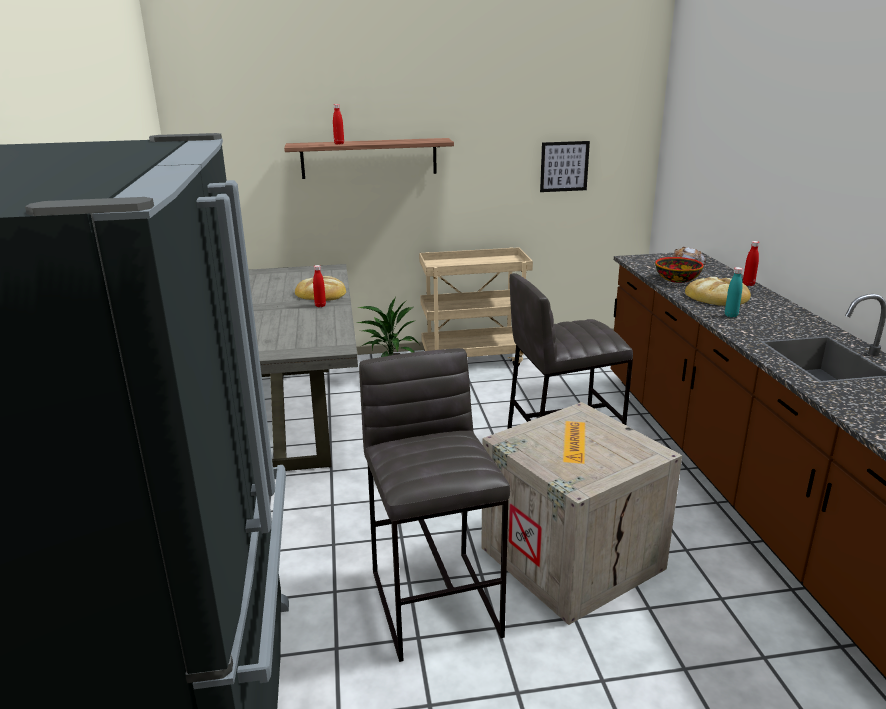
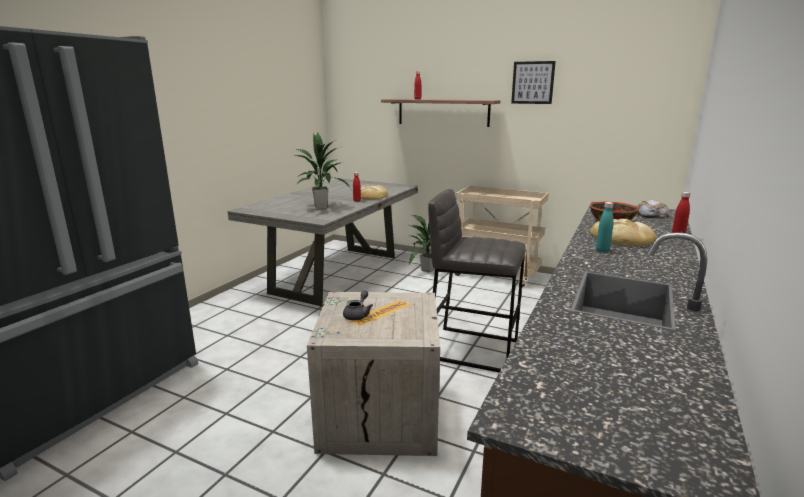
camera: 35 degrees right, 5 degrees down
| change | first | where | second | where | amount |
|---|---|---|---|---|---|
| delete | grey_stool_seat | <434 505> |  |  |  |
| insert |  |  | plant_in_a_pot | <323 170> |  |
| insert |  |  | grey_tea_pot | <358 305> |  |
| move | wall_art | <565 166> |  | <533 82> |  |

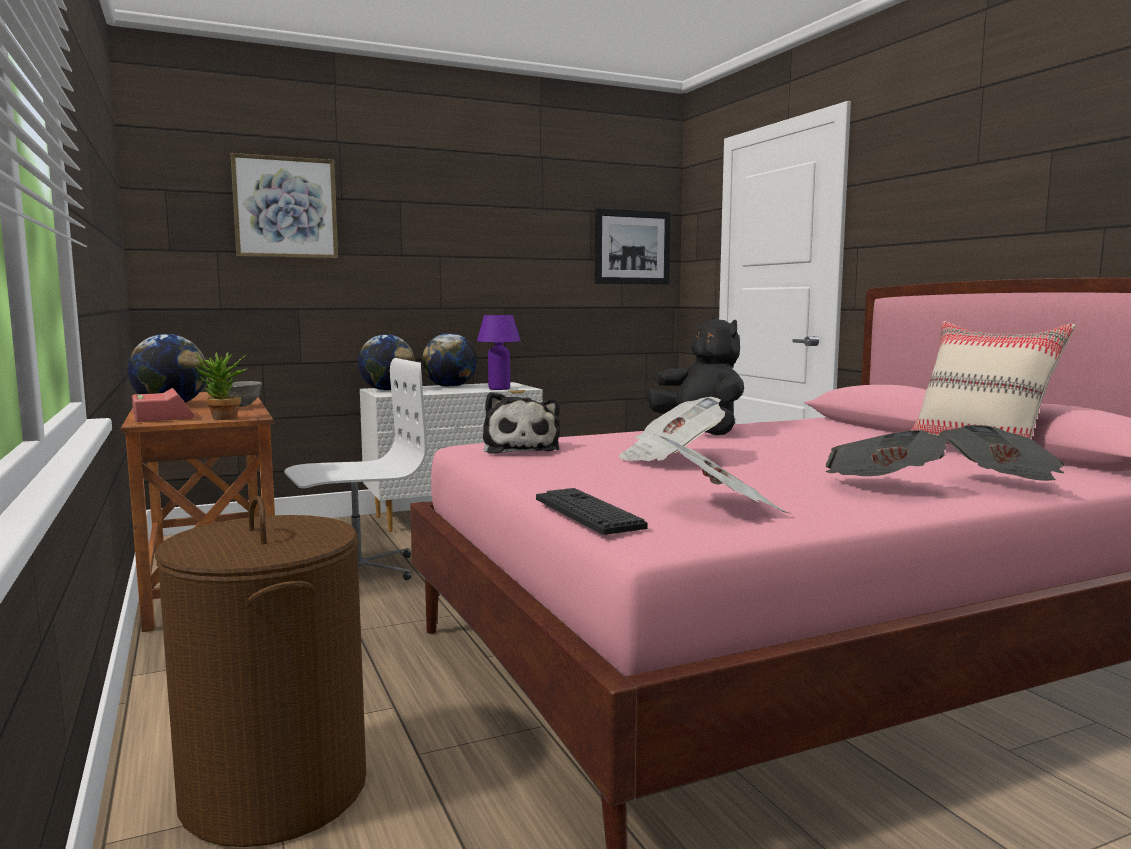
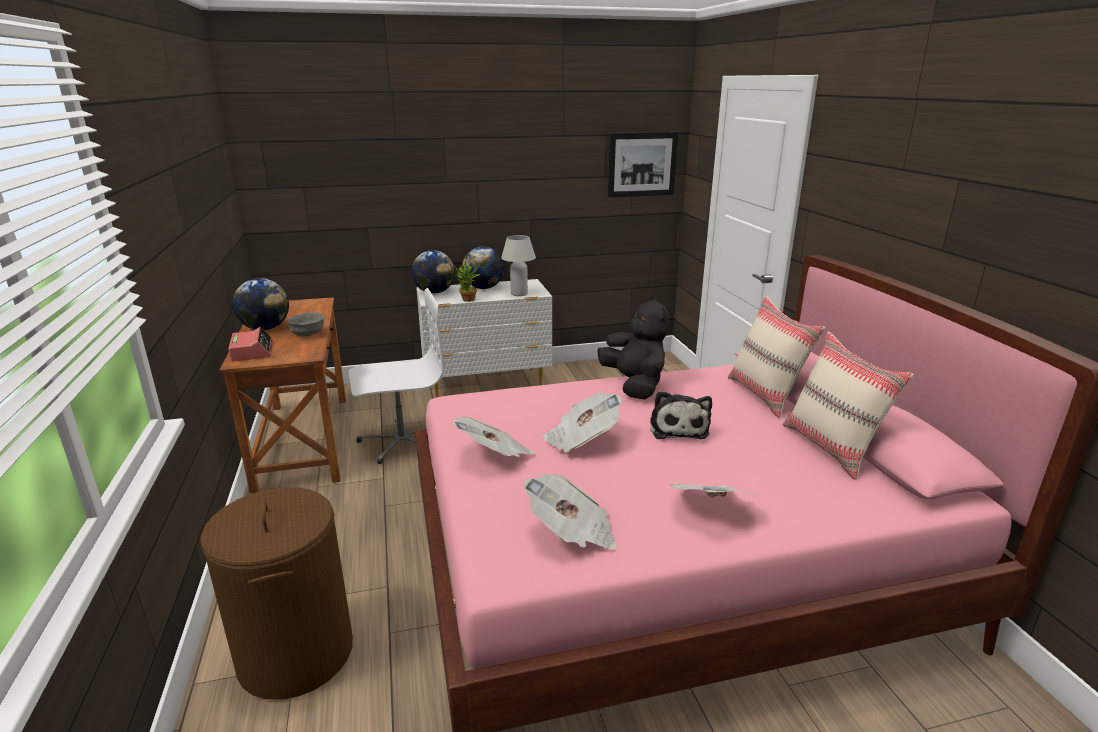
camera: 10 degrees right, 15 degrees up
| change | first | where | second | where | amount |
|---|---|---|---|---|---|
| delete | wall_art | <284 206> |  |  |  |
| delete | PC_keyboard | <591 511> |  |  |  |
| insert |  |  | sand-coloured_pillow | <776 357> |  |
| move | plant_in_a_pot | <221 386> |  | <467 282> |  |
| move | soft_toy | <521 423> |  | <681 415> |  |
| move | newspaper | <1002 453> |  | <493 437> |  |
| recolor | purple-coloured_lamp_for_a_table | <499 352> | white_lamp_for_a_table | <518 265> |  |

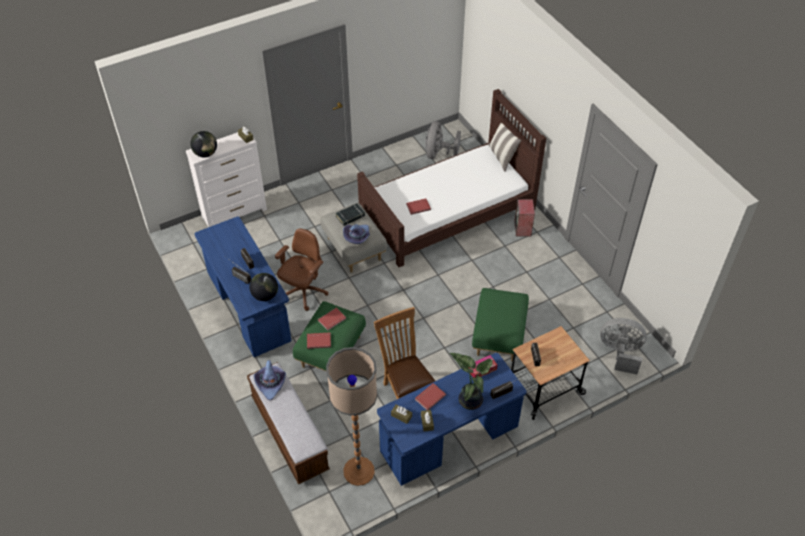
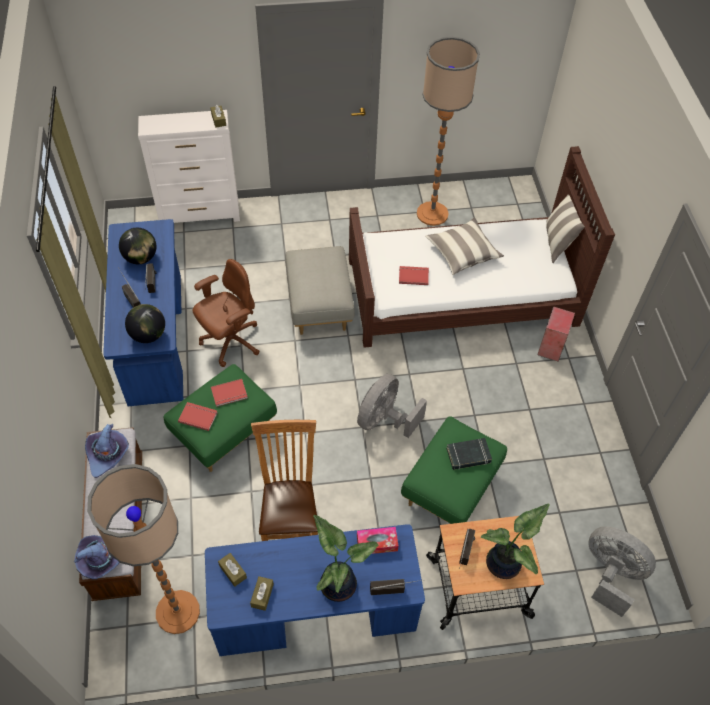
camera: 20 degrees right, 5 degrees up
| change | first | where | second | where | amount |
|---|---|---|---|---|---|
| delete | reddish_book | <430 396> |  |  |  |
| insert |  |  | standard_lamp | <448 131> |  |
| insert |  |  | pillow | <464 246> |  |
| insert |  |  | plant_in_a_pot | <515 541> |  |
| move | globe | <203 144> |  | <138 246> |  |
| move | black_book | <350 215> |  | <469 454> |  |
| move | purple-coloured_wearable_hat | <356 234> |  | <97 557> |  |
| move | grey_cooling_fan | <443 140> |  | <392 406> |  |

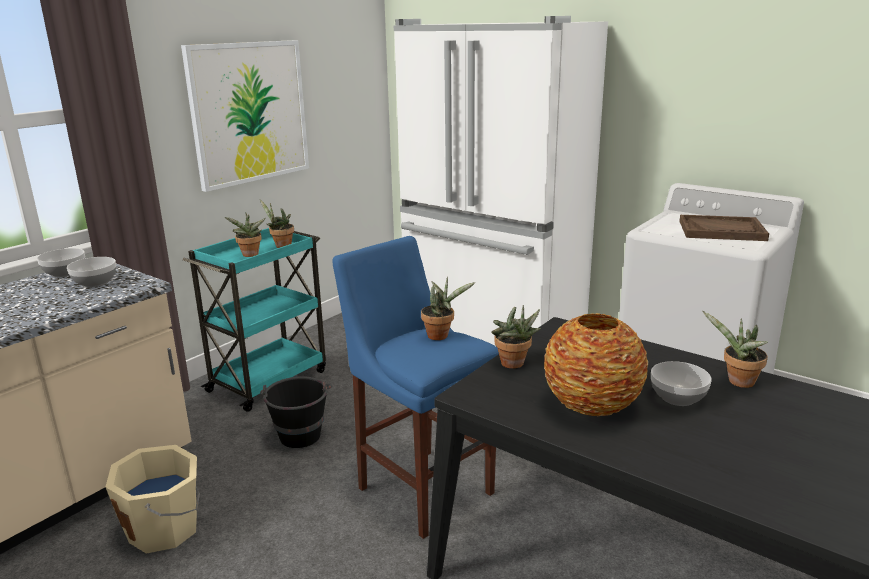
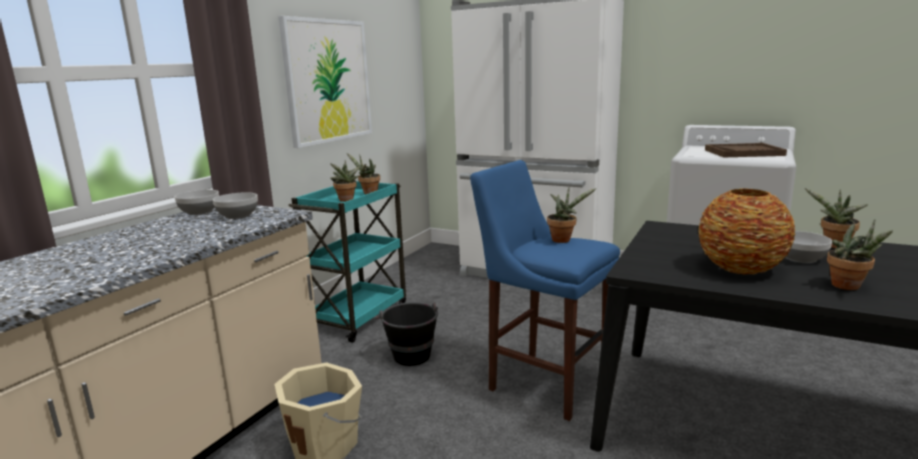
camera: 10 degrees left, 5 degrees down
| change | first | where | second | where | amount |
|---|---|---|---|---|---|
| move | plant_in_a_pot | <516 337> |  | <860 254> |  |

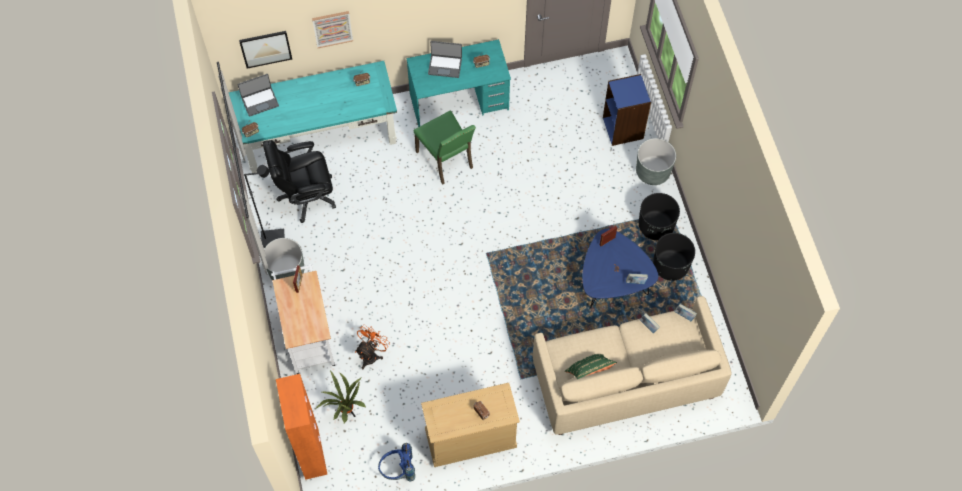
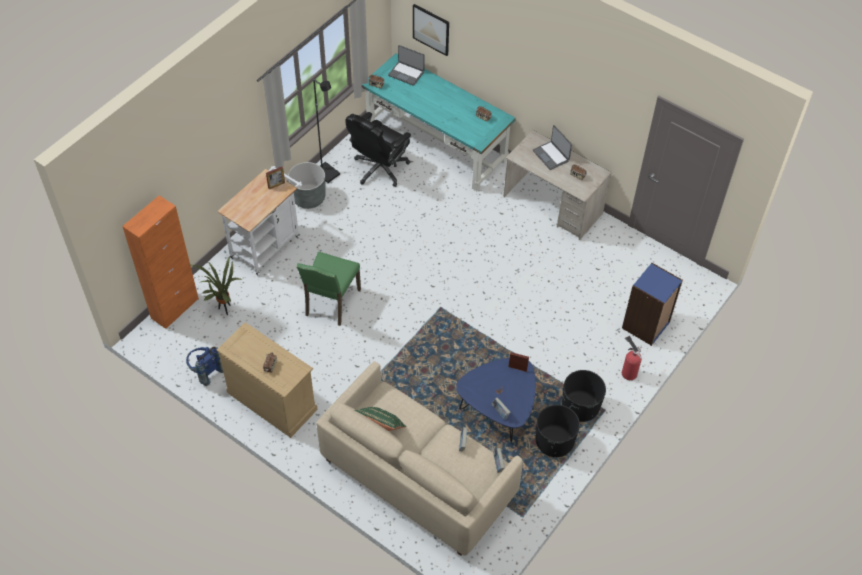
camera: 50 degrees right, 10 degrees down
| change | first | where | second | where | amount |
|---|---|---|---|---|---|
| delete | wall_art | <332 29> |  |  |  |
| delete | orange_cooling_fan | <372 347> |  |  |  |
| move | green-coloured_upright_chair | <445 147> |  | <328 289> |  |
| replace | grey_plant_pot | <656 161> | fire_extinguisher | <632 358> |  |
| recolor | turquoise-coloured_desk | <459 83> | sand-coloured_desk | <557 185> |  |
| rotate | black_desk_chair | <299 181> |  | <378 149> | 90 degrees counterclockwise |

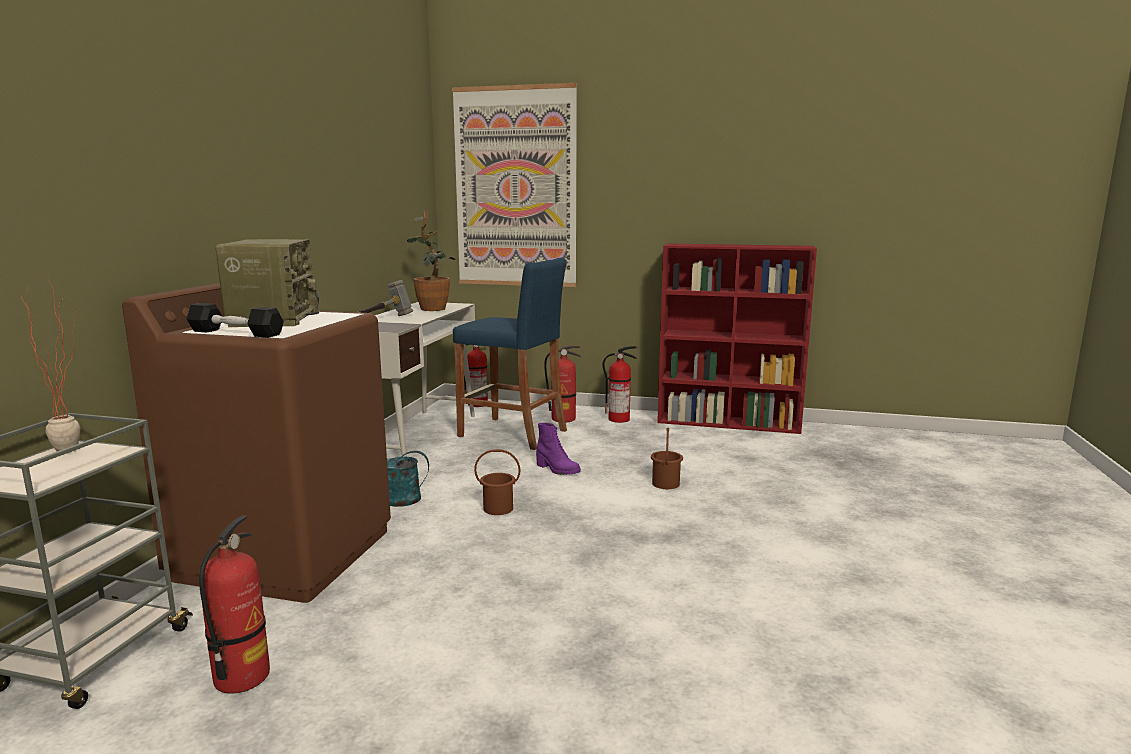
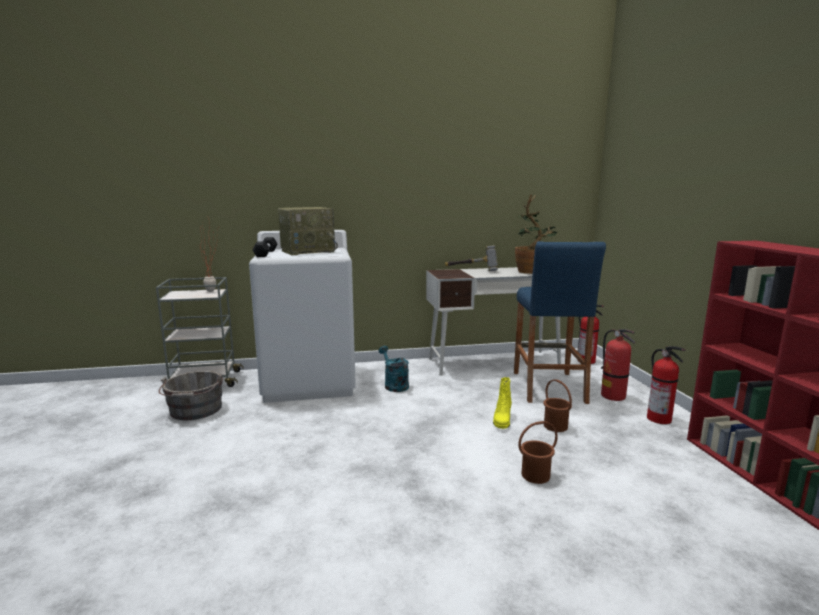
camera: 65 degrees right, 0 degrees up
| change | first | where | second | where | amount |
|---|---|---|---|---|---|
| delete | wall_art | <514 185> |  |  |  |
| move | brown_pail | <497 482> |  | <557 405> |  |
| replace | fire_extinguisher | <234 604> | grey_pail | <191 395> |  |
| recolor | brown_laundry_appliance | <256 443> | white_laundry_appliance | <302 316> |  |
| recolor | purple-coloured_high-top_boot | <558 449> | yellow_high-top_boot | <502 403> |  |

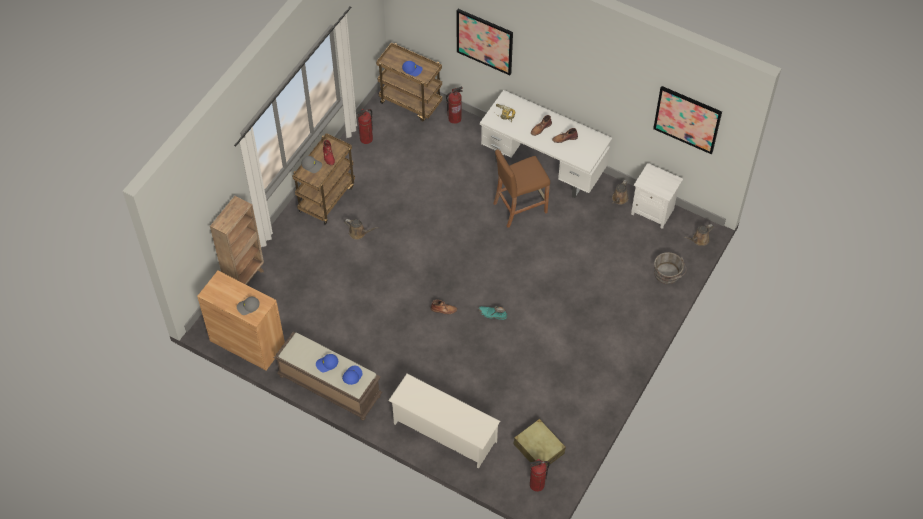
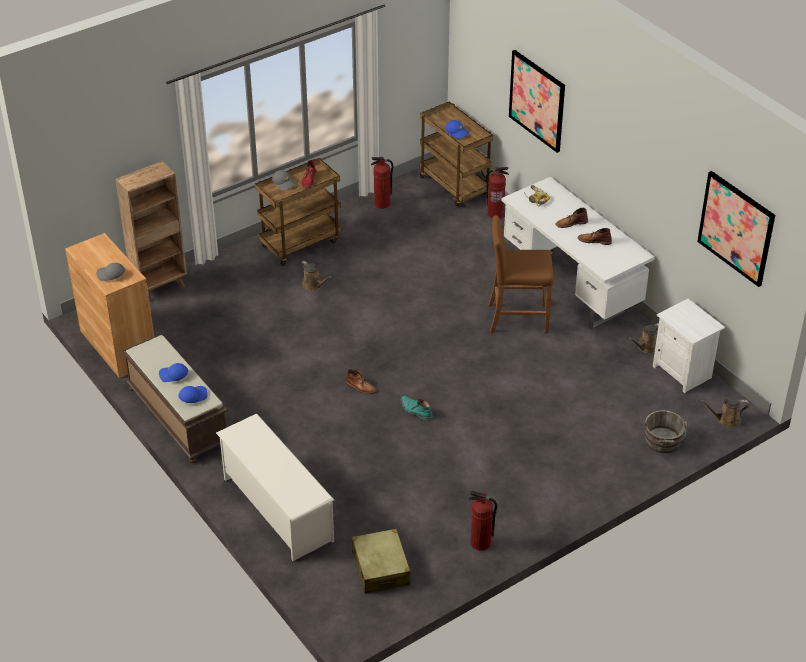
camera: 25 degrees right, 15 degrees down
| change | first | where | second | where | amount |
|---|---|---|---|---|---|
| move | fire_extinguisher | <539 475> |  | <483 521> |  |

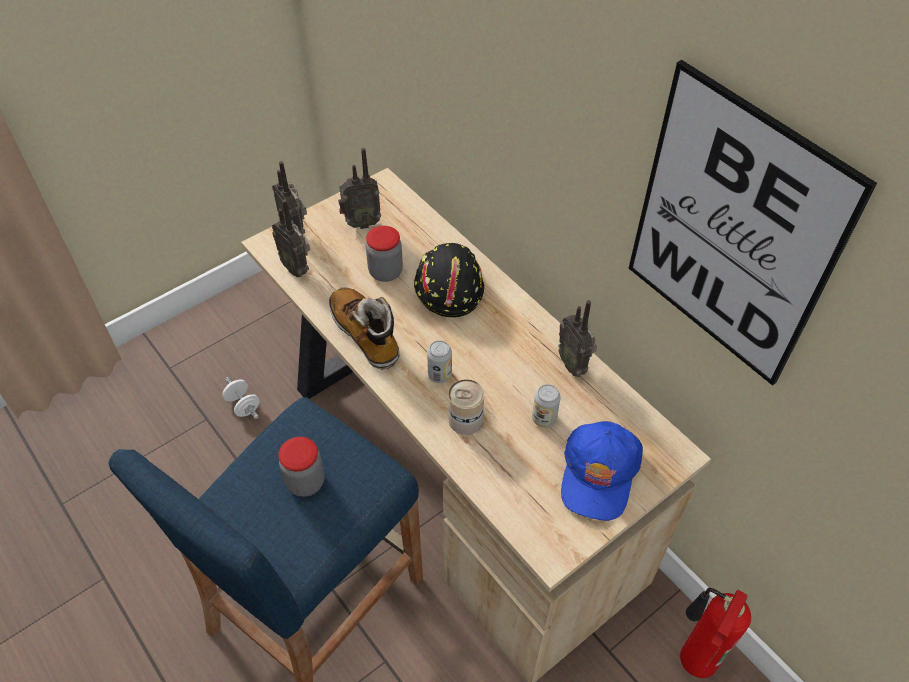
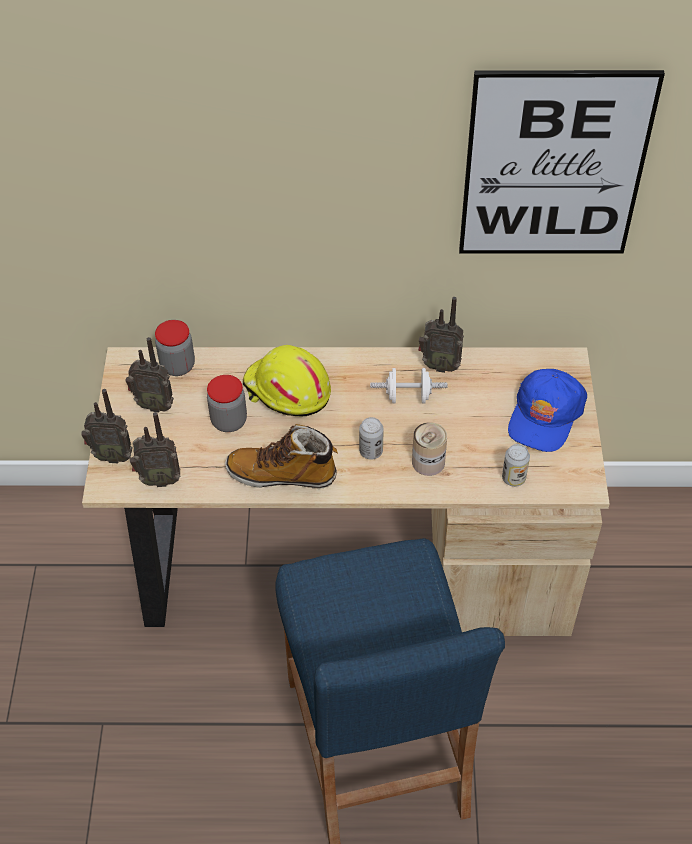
camera: 50 degrees left, 0 degrees up
| change | first | where | second | where | amount |
|---|---|---|---|---|---|
| delete | fire_extinguisher | <715 633> |  |  |  |
| move | white_dumbbell | <240 398> |  | <409 386> |  |
| move | jar | <302 467> |  | <175 348> |  |
| move | metal_can | <546 406> |  | <516 465> |  |
| recolor | black_safety_helmet | <449 280> | yellow_safety_helmet | <287 381> |  |
| rotate | radio_set | <359 188> |  | <150 375> | 75 degrees clockwise |
| rotate | blue_baseball_cap | <602 471> |  | <547 410> | 60 degrees clockwise |

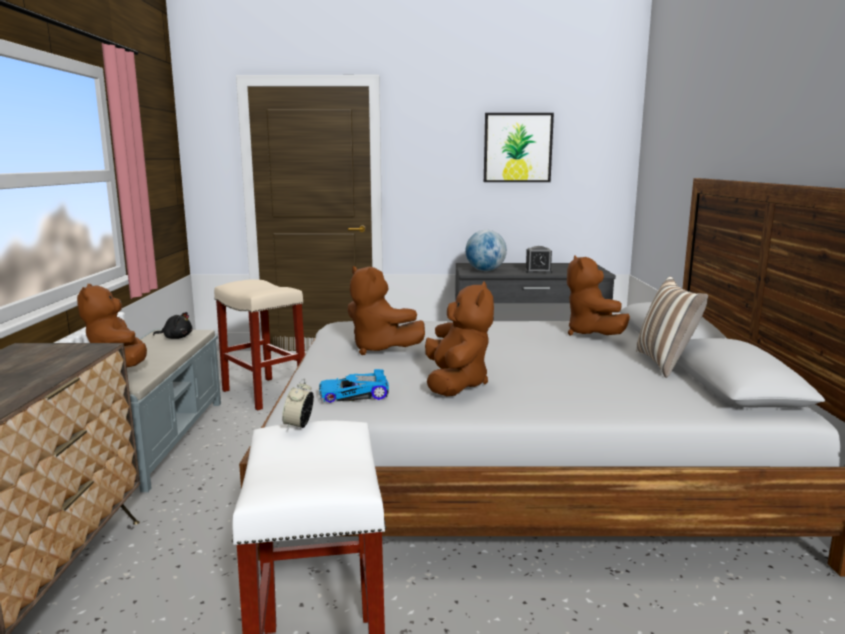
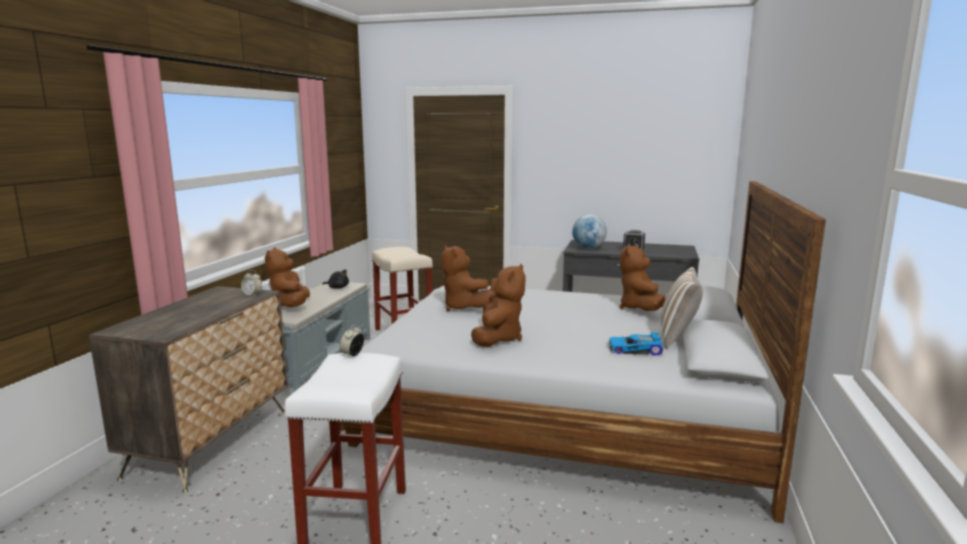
camera: 15 degrees right, 0 degrees up
| change | first | where | second | where | amount |
|---|---|---|---|---|---|
| delete | wall_art | <519 147> |  |  |  |
| insert |  |  | alarm_clock | <251 283> |  |
| move | toy_car | <354 386> |  | <636 344> |  |

